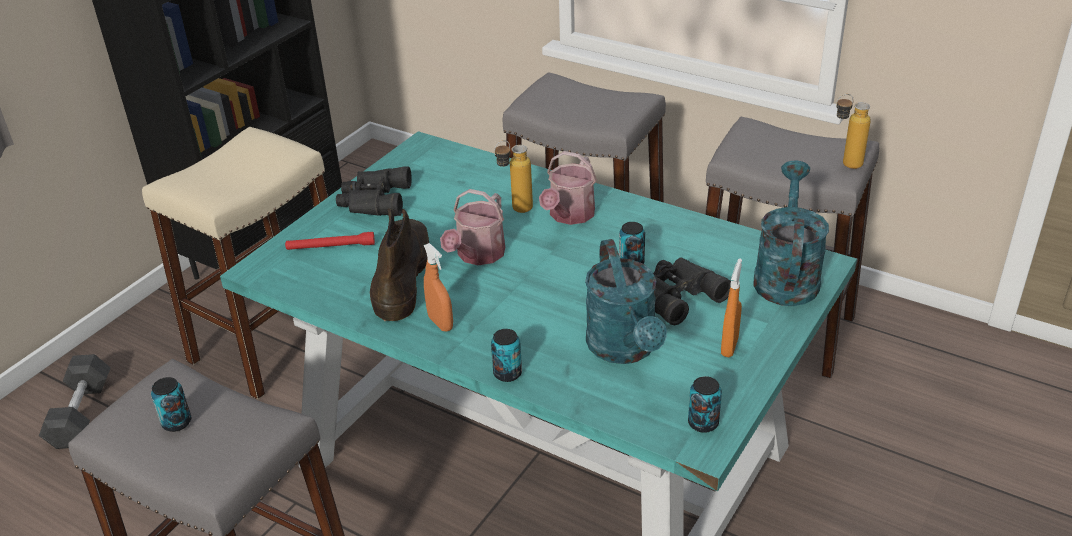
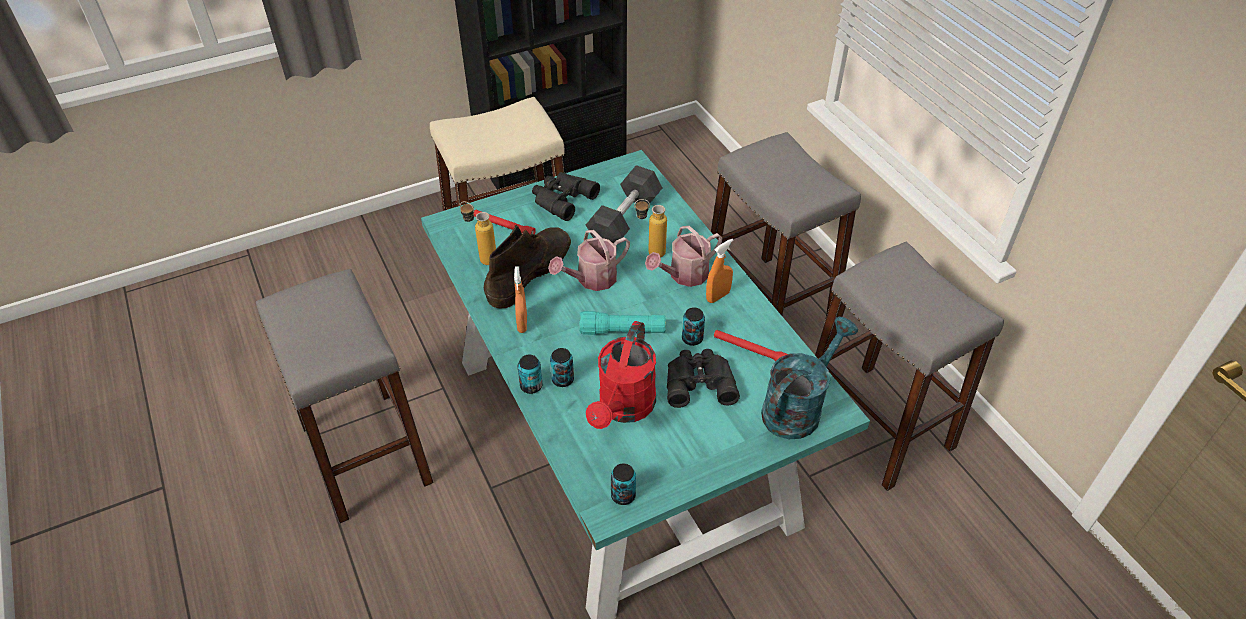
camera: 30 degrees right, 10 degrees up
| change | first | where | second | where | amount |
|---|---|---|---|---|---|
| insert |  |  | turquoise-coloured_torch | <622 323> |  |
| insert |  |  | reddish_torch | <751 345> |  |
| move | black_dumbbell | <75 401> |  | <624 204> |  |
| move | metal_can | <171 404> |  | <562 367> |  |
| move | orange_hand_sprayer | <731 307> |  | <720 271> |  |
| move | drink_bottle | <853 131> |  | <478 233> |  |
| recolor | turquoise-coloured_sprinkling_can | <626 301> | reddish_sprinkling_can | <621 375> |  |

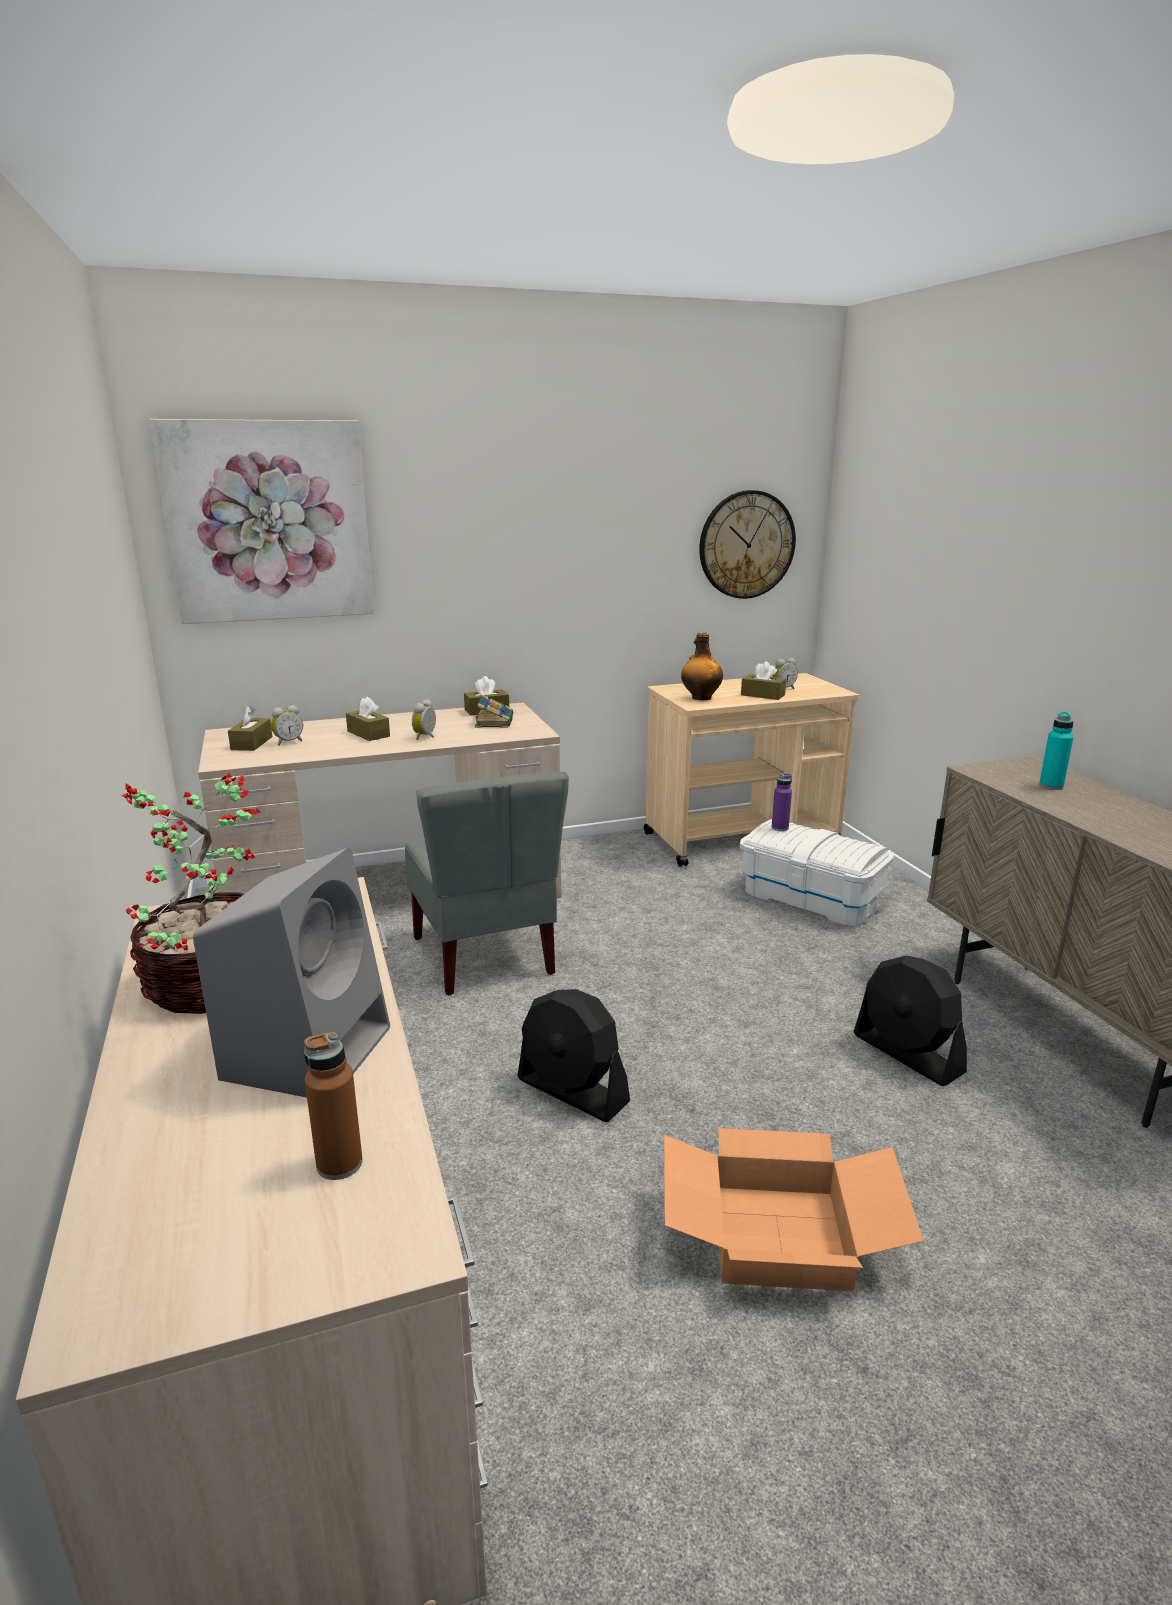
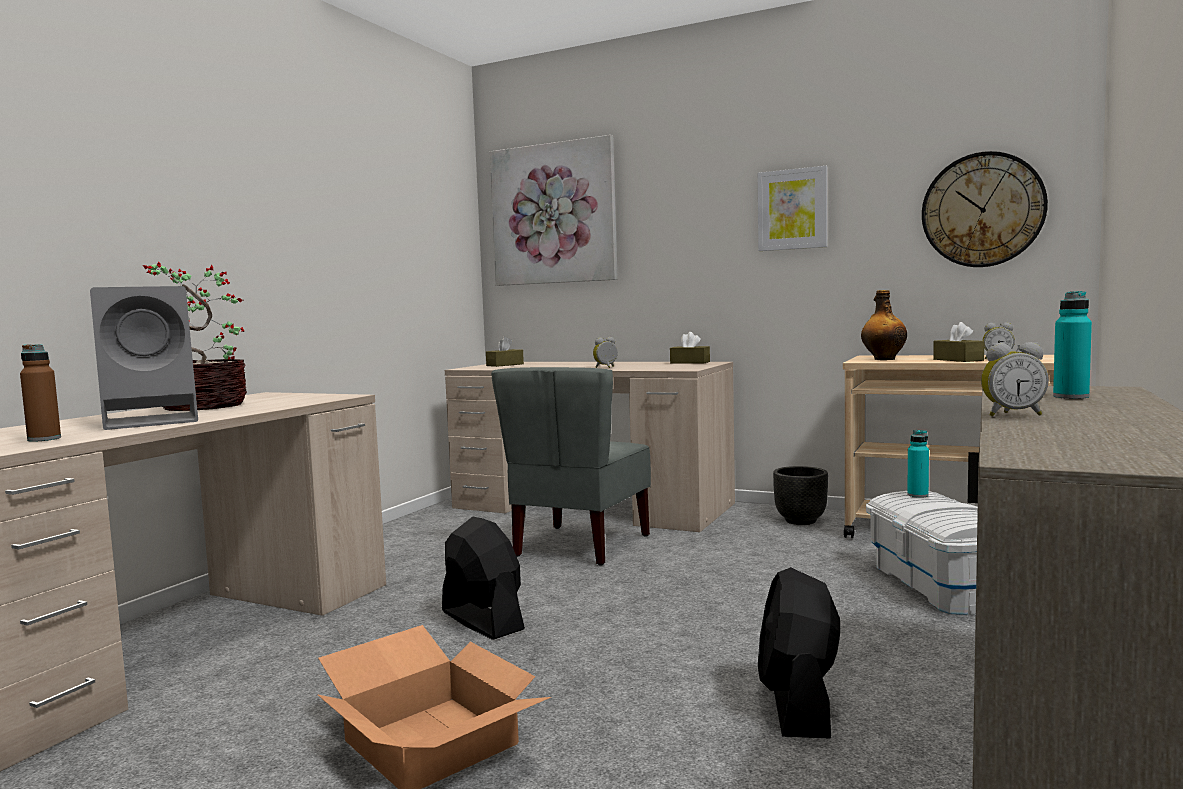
camera: 45 degrees right, 15 degrees down
| change | first | where | second | where | amount |
|---|---|---|---|---|---|
| delete | brown_box_of_tissues | <368 719> |  |  |  |
| delete | book | <494 711> |  |  |  |
| insert |  |  | wall_art | <793 208> |  |
| insert |  |  | black_plant_pot | <800 495> |  |
| move | alarm_clock | <287 725> |  | <1015 379> |  |
| recolor | purple-coloured_drink_bottle | <782 802> | turquoise-coloured_drink_bottle | <918 464> |  |
| rotate | black_cooling_fan | <573 1055> |  | <483 578> | 150 degrees clockwise |

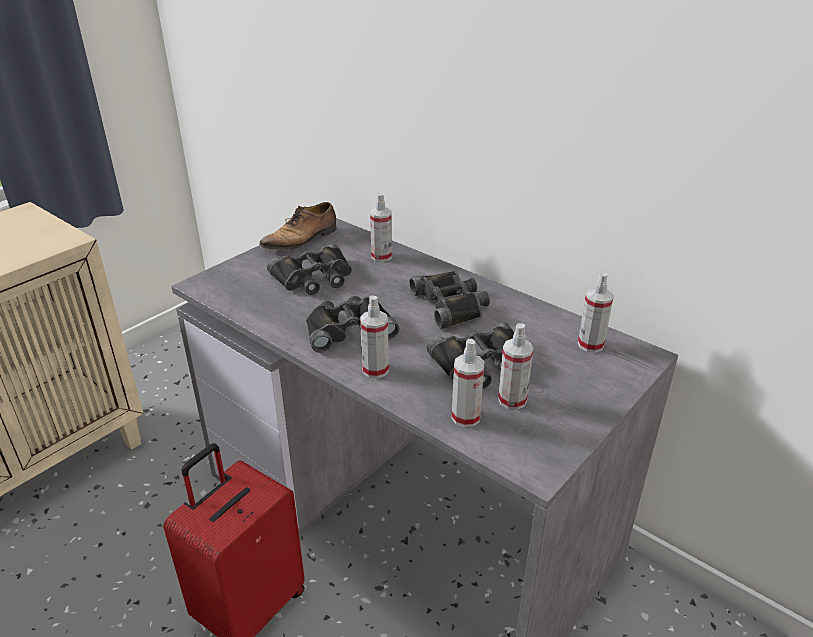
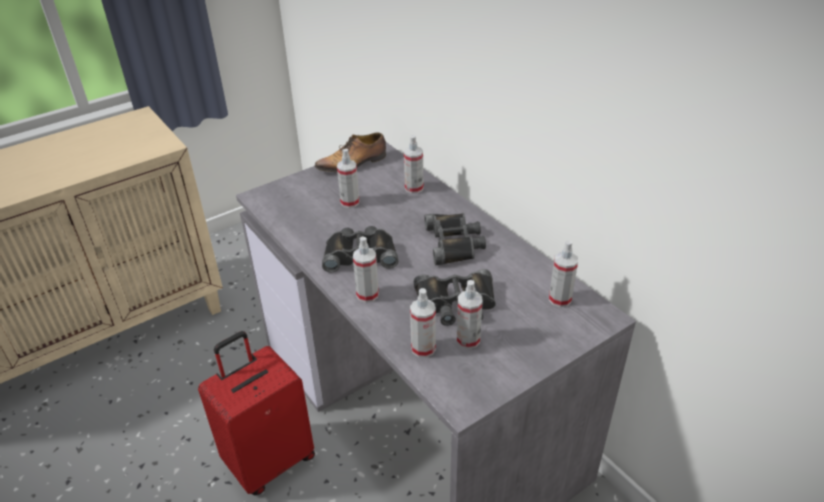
camera: 15 degrees right, 5 degrees up
| change | first | where | second | where | amount |
|---|---|---|---|---|---|
| replace | black_binoculars | <309 269> | hand_sprayer | <348 178> |  |

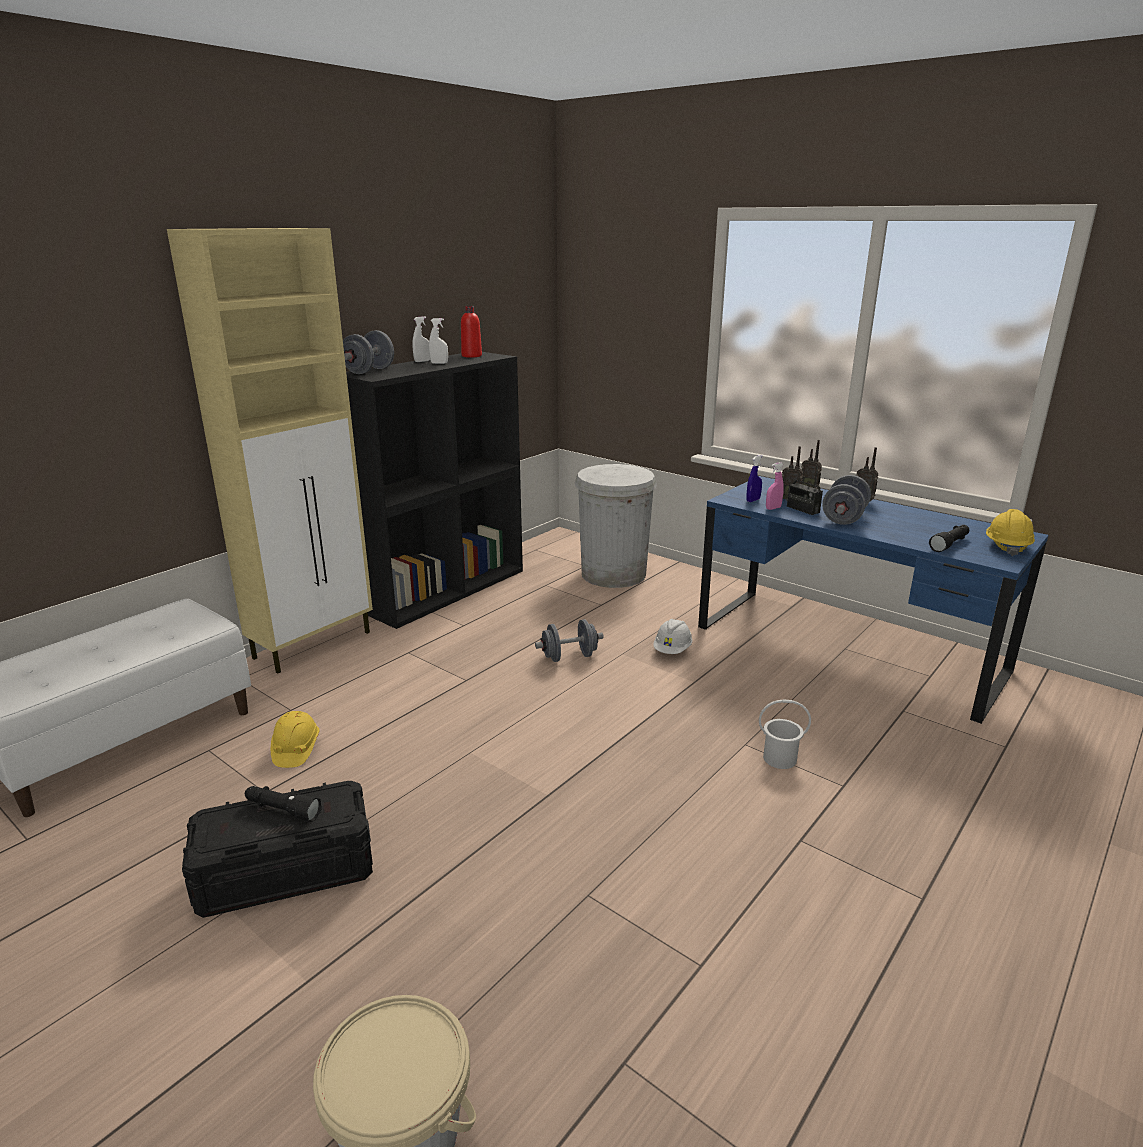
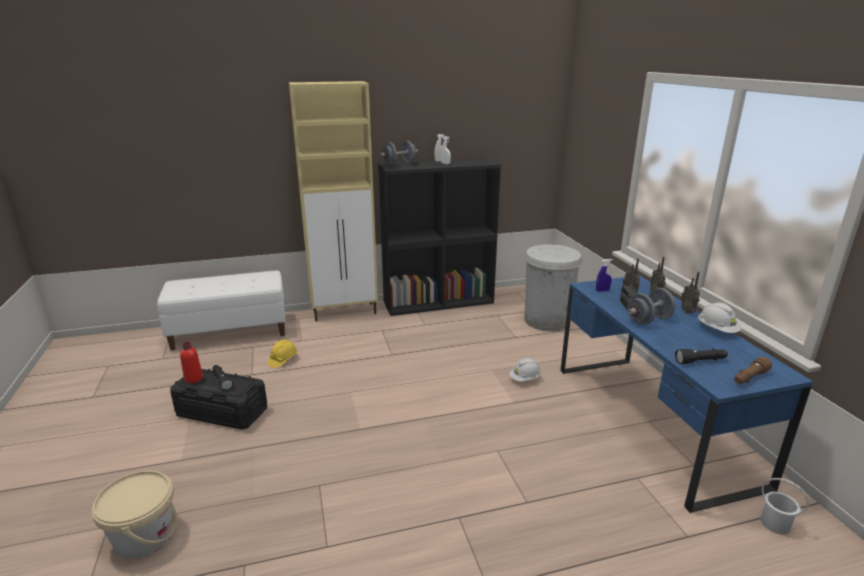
camera: 35 degrees right, 0 degrees up
| change | first | where | second | where | amount |
|---|---|---|---|---|---|
| delete | grey_dumbbell | <569 640> |  |  |  |
| delete | pink-coloured_hand_sprayer | <775 486> |  |  |  |
| insert |  |  | white_safety_helmet | <720 317> |  |
| move | reddish_drink_bottle | <471 332> |  | <191 362> |  |
| move | white_pail | <785 734> |  | <785 506> |  |
| replace | yellow_safety_helmet | <1010 532> | brown_torch | <753 370> |  |

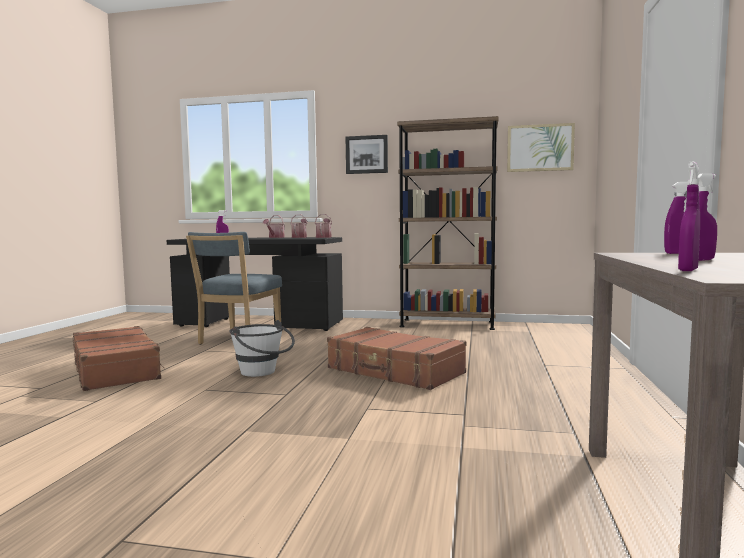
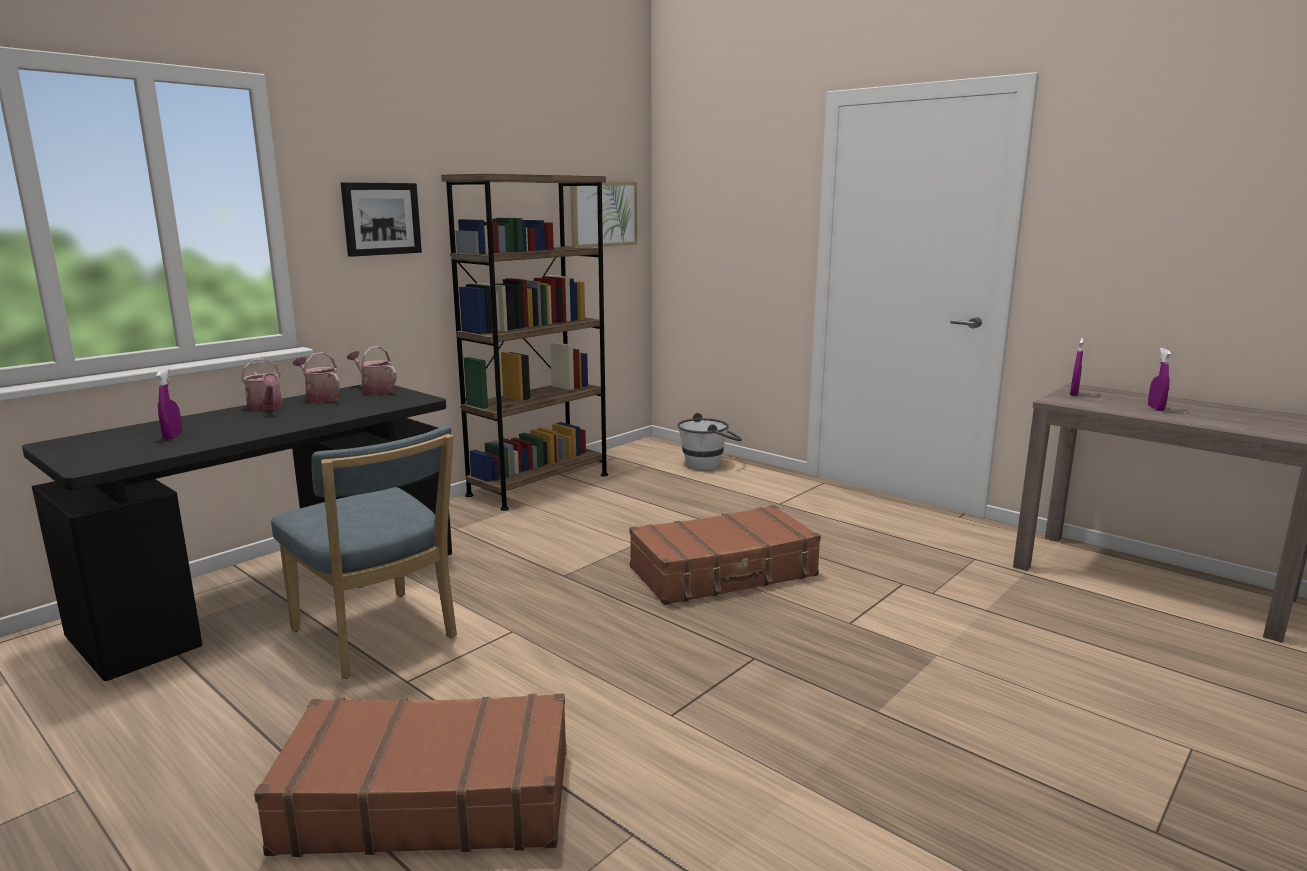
camera: 60 degrees left, 10 degrees up
| change | first | where | second | where | amount |
|---|---|---|---|---|---|
| delete | purple-coloured_hand_sprayer | <689 216> |  |  |  |
| move | white_pail | <262 348> |  | <709 441> |  |

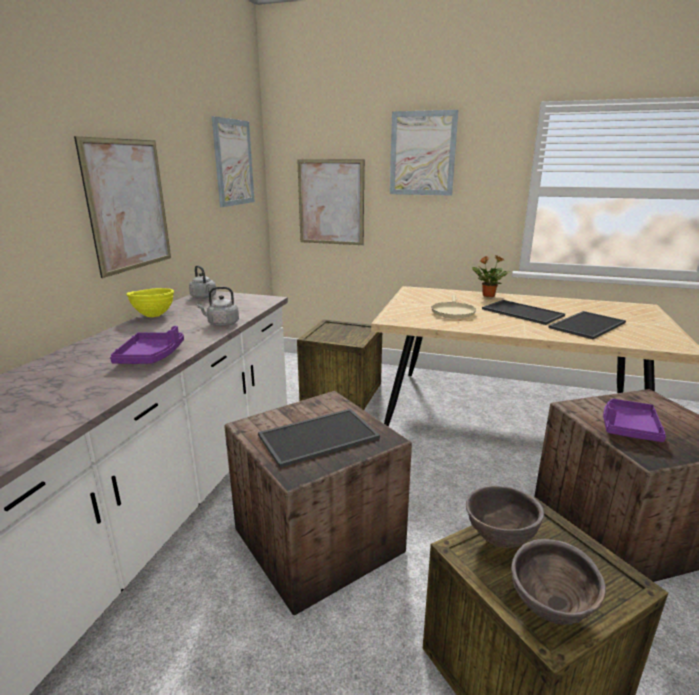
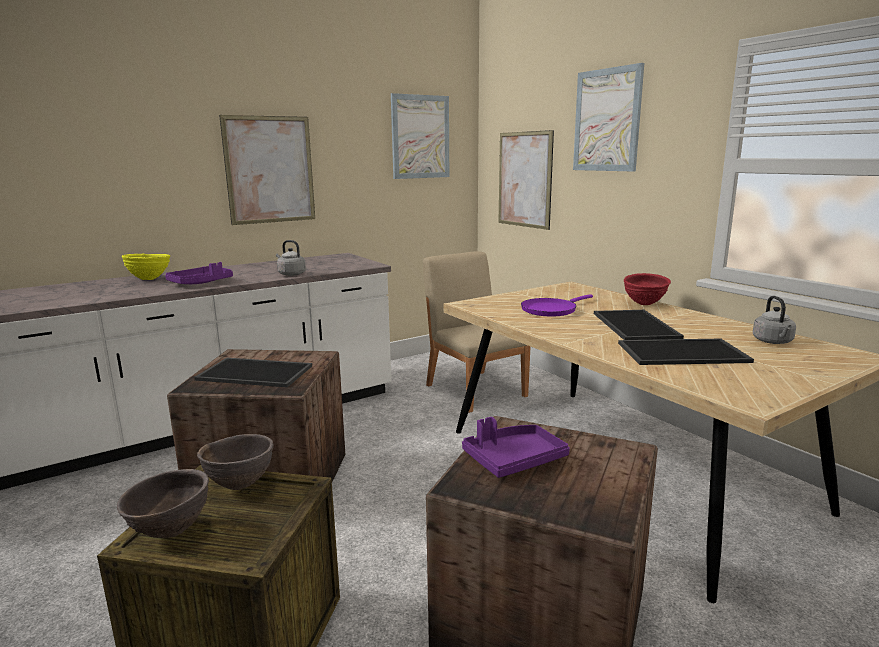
camera: 40 degrees right, 5 degrees down
| change | first | where | second | where | amount |
|---|---|---|---|---|---|
| move | yellow_serving_bowl | <150 302> |  | <146 267> |  |
| move | grey_kettle | <202 282> |  | <774 320> |  |
| replace | crate | <339 364> | sand-coloured_upright_chair | <477 332> |  |
| replace | plant_in_a_pot | <491 276> | reddish_serving_bowl | <647 289> |  |
| recolor | sand-coloured_pan | <453 306> | purple-coloured_pan | <557 305> |  |

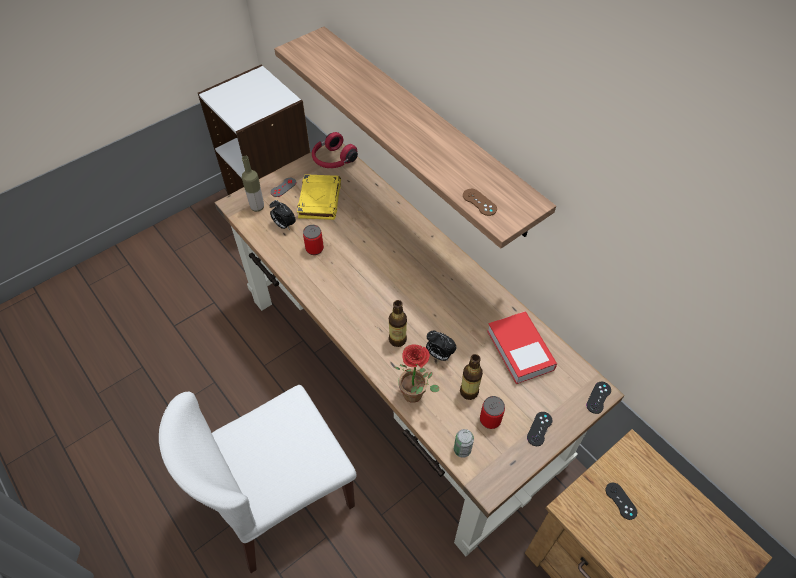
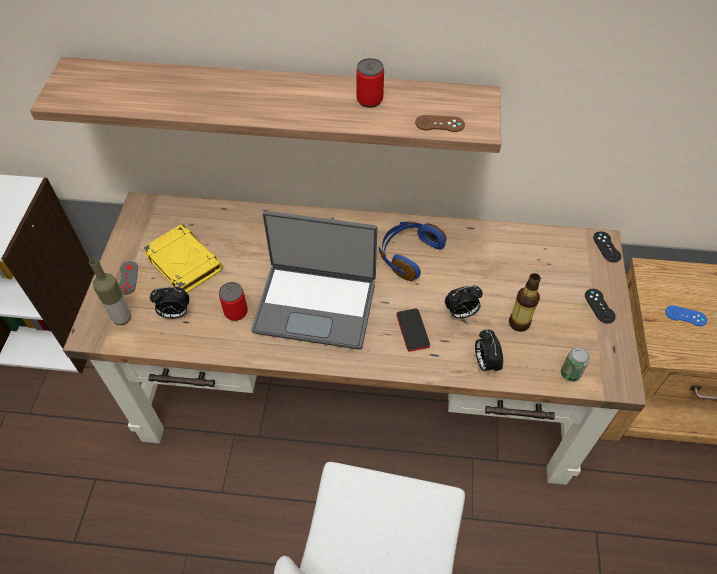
camera: 45 degrees left, 0 degrees up
| change | first | where | second | where | amount |
|---|---|---|---|---|---|
| delete | reddish_pair_of_headphones | <335 150> |  |  |  |
| delete | book | <522 347> |  |  |  |
| insert |  |  | notebook_computer | <314 280> |  |
| insert |  |  | blue_pair_of_headphones | <413 251> |  |
| move | metal_can | <492 412> |  | <370 83> |  |
| replace | drink_bottle | <398 323> | telephone | <413 330> |  |
| replace | plant_in_a_pot | <416 374> | alarm_clock | <489 351> |  |
| recolor | black_joypad | <621 501> | blue_joypad | <686 315> |  |

